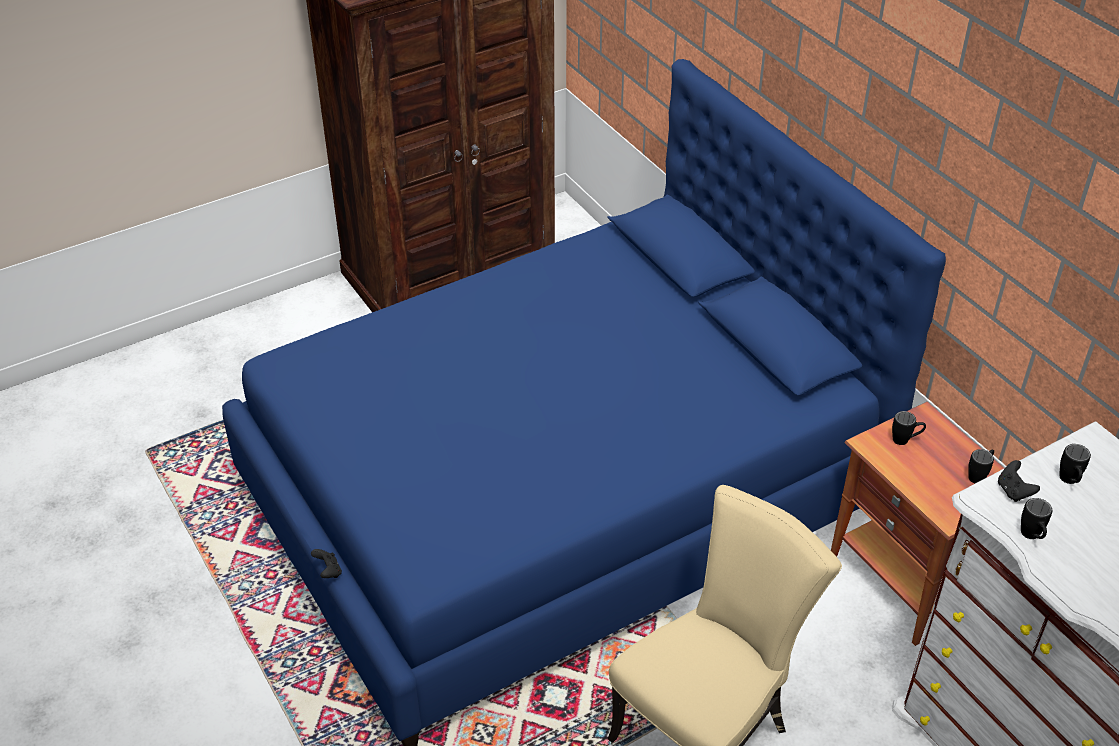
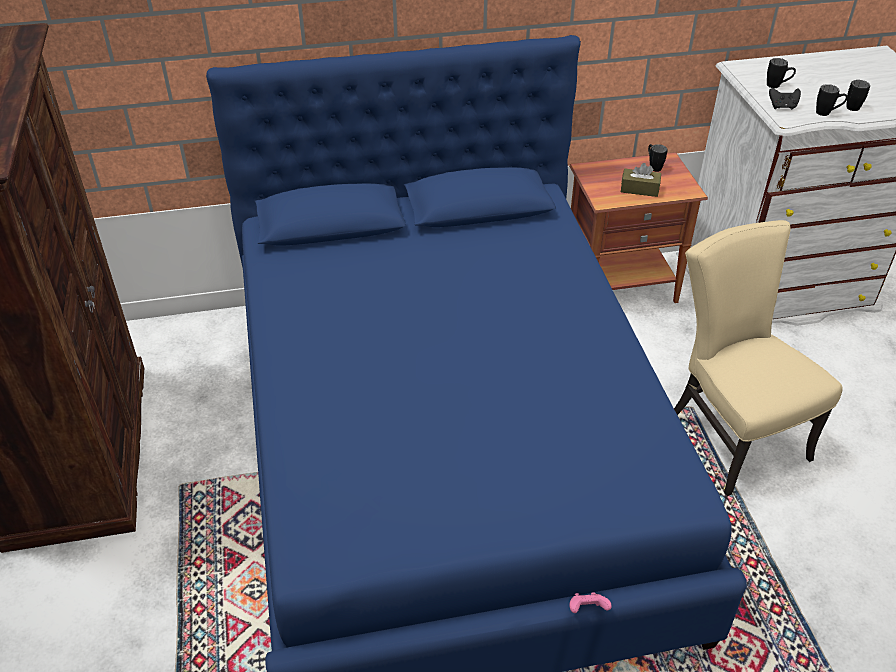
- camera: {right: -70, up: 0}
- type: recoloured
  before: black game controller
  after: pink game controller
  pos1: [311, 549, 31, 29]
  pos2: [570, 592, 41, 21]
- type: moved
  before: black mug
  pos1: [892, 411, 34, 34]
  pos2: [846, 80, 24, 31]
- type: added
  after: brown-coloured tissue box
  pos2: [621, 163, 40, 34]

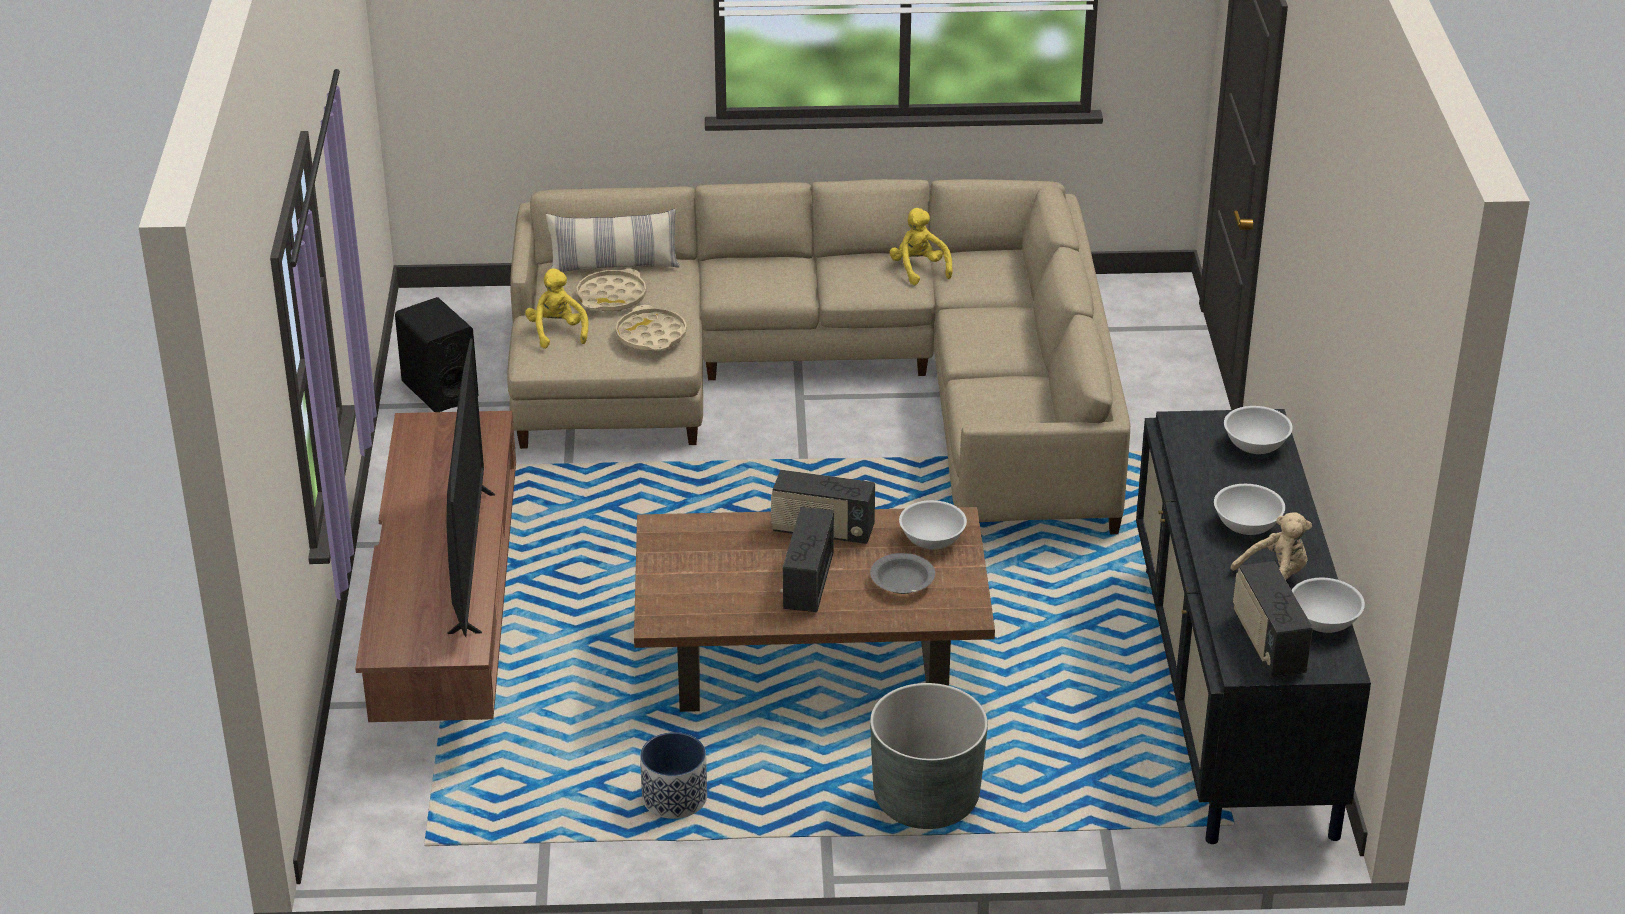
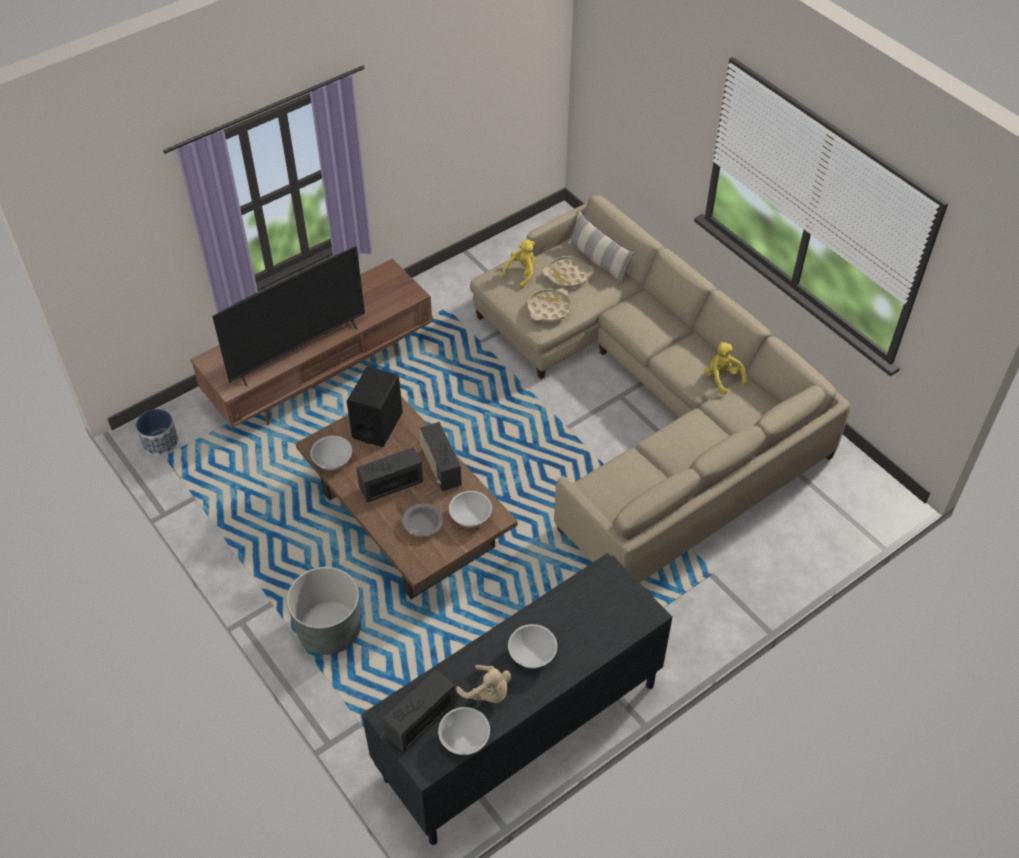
- camera: {right: 55, up: 15}
- type: moved
  before: black loudspeaker
  pos1: [395, 297, 83, 115]
  pos2: [347, 367, 56, 80]
- type: moved
  before: plant pot
  pos1: [640, 732, 67, 87]
  pos2: [136, 409, 42, 47]
- type: turned
  before: yellow cuddly toy
  pos1: [889, 208, 63, 77]
  pos2: [704, 342, 43, 53]
  turn: -60
- type: moved
  before: whitish bowl
  pos1: [1224, 406, 69, 48]
  pos2: [310, 436, 42, 34]

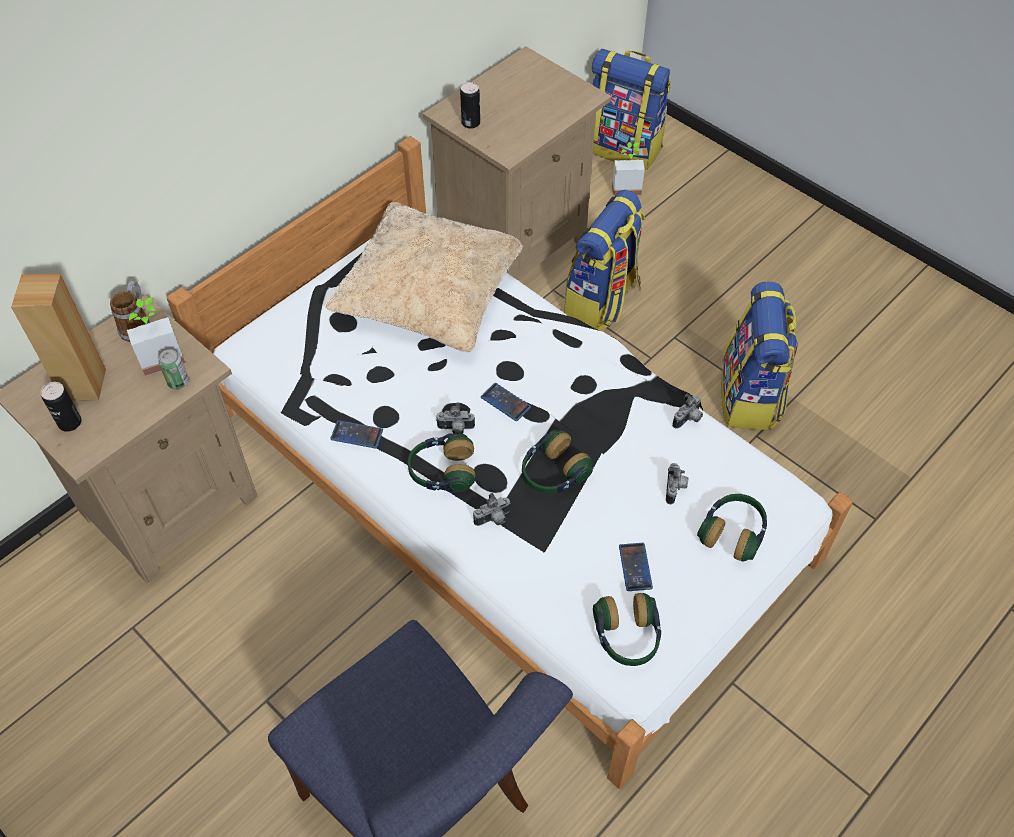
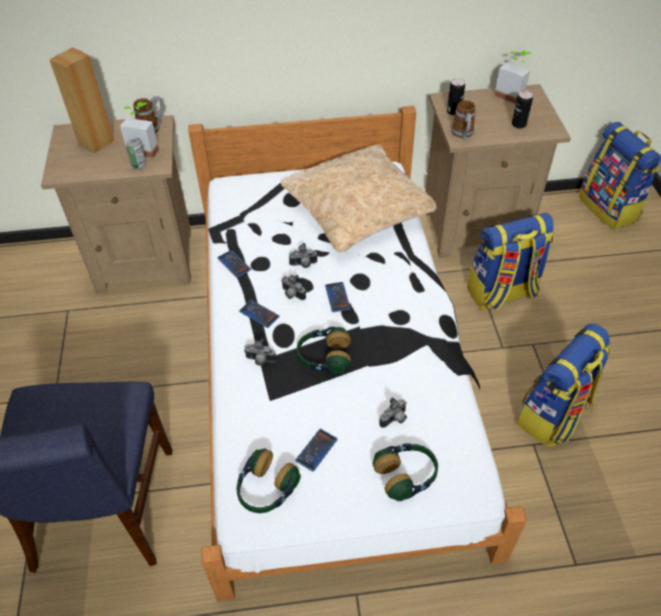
- camera: {right: 40, up: -5}
- type: moved
  before: sealed can
  pos1: [41, 382, 41, 50]
  pos2: [512, 90, 21, 38]
- type: replaced
  before: headphones
  after: phone
  pos1: [408, 433, 67, 60]
  pos2: [239, 300, 40, 28]
- type: moved
  before: potted plant
  pos1: [612, 142, 33, 54]
  pos2: [494, 51, 38, 53]
- type: moved
  before: still camera
  pos1: [672, 394, 31, 35]
  pos2: [289, 243, 28, 25]
- type: added
  after: mug
  pos2: [451, 100, 24, 40]

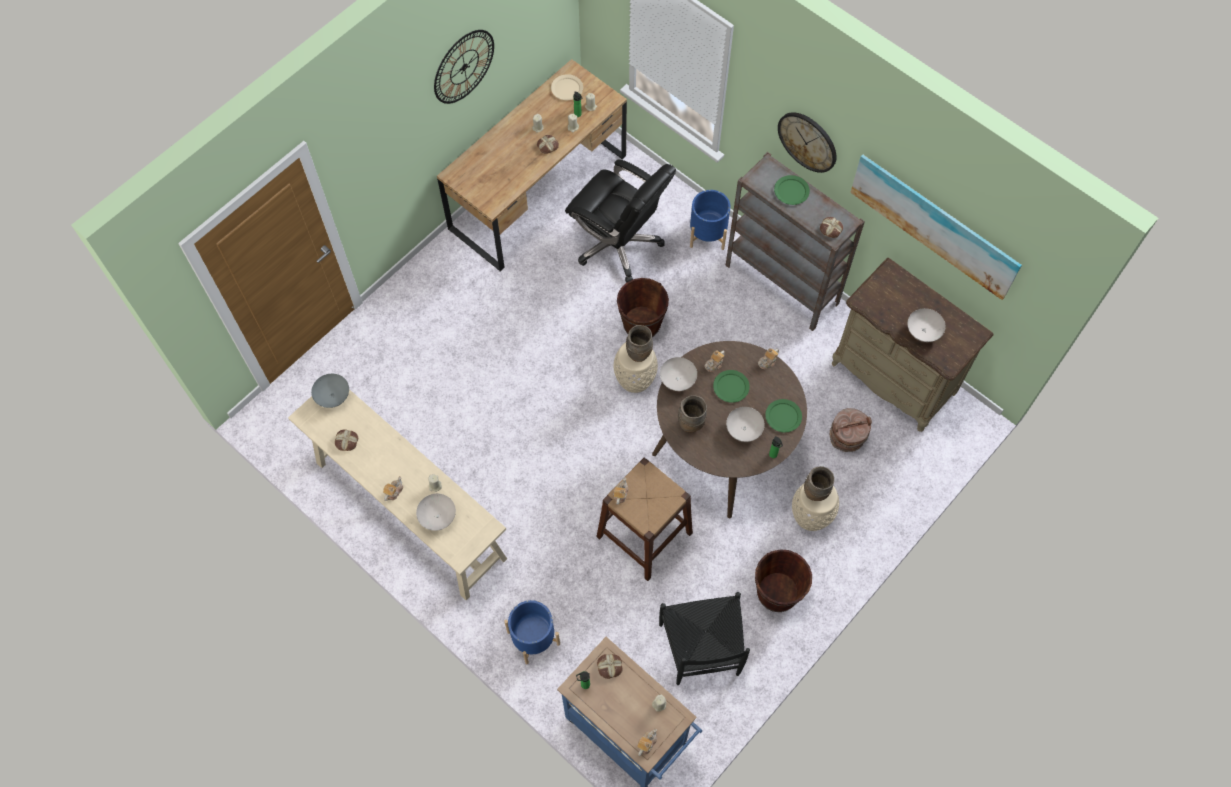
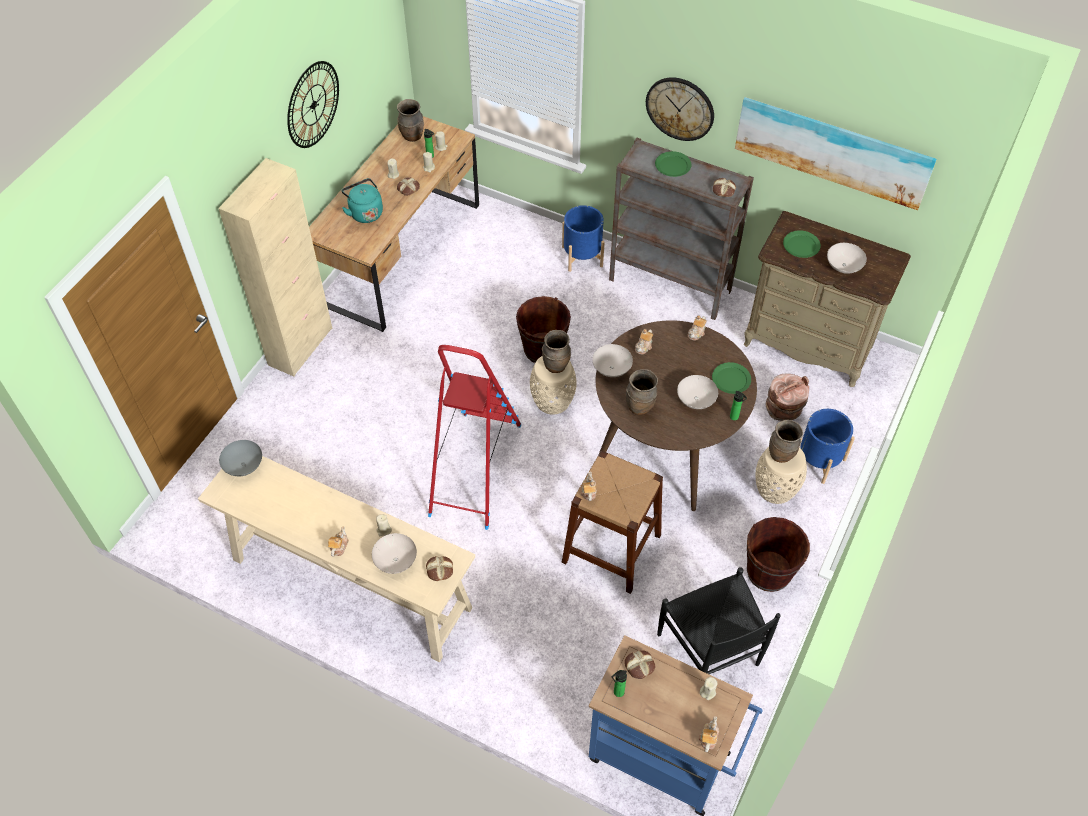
- camera: {right: -15, up: -10}
- type: moved
  before: baked bread
  pos1: [335, 429, 23, 22]
  pos2: [426, 556, 27, 25]
- type: moved
  before: blue-coloured plant pot
  pos1: [504, 600, 56, 64]
  pos2: [800, 409, 55, 75]
- type: replaced
  before: sand-coloured dinner plate
  after: brown-coloured flower vase
  pos1: [551, 74, 32, 26]
  pos2: [397, 99, 27, 43]
- type: removed
  before: black desk chair
  pos1: [565, 159, 111, 124]
- type: moved
  before: green-coloured dinner plate
  pos1: [713, 370, 37, 33]
  pos2: [783, 230, 38, 28]
- type: added
  after: sand-coloured storage cabinet
  pos2: [218, 158, 114, 219]
- type: added
  after: turquoise-coloured water kettle
  pos2: [341, 178, 42, 45]
- type: added
  after: red-coloured step ladder
  pos2: [428, 345, 93, 185]

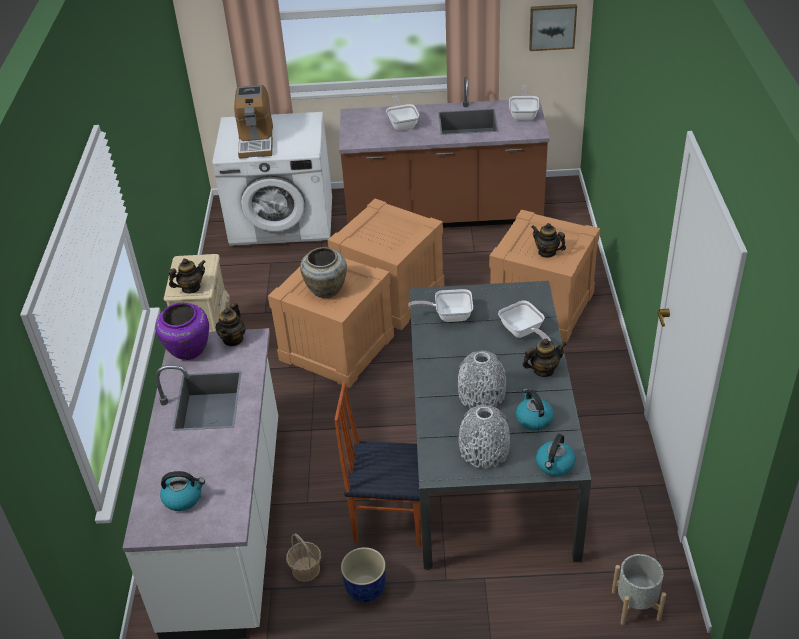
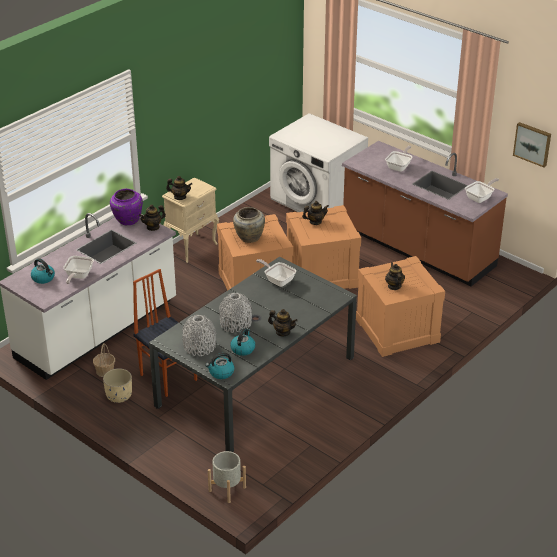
- camera: {right: 40, up: -5}
- type: removed
  before: coffee machine
  pos1: [234, 85, 39, 74]
- type: recoloured
  before: blue-coloured plant pot
  after: sand-coloured plant pot
  pos1: [341, 547, 45, 56]
  pos2: [103, 368, 29, 35]
- type: moved
  before: frying pan
  pos1: [498, 301, 53, 40]
  pos2: [63, 256, 31, 28]
- type: added
  after: tea pot
  pos2: [302, 201, 27, 24]

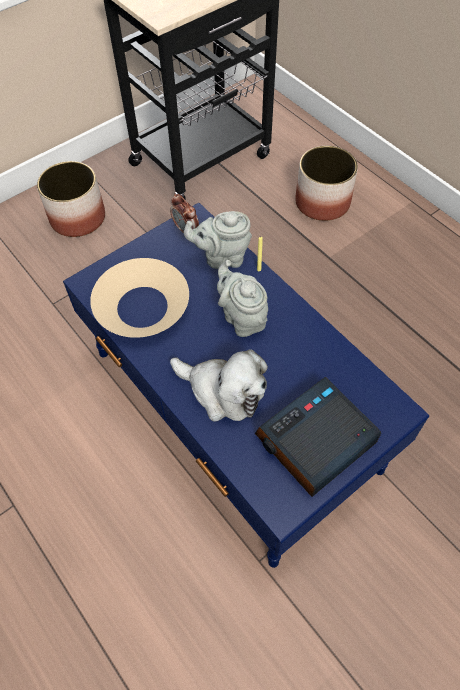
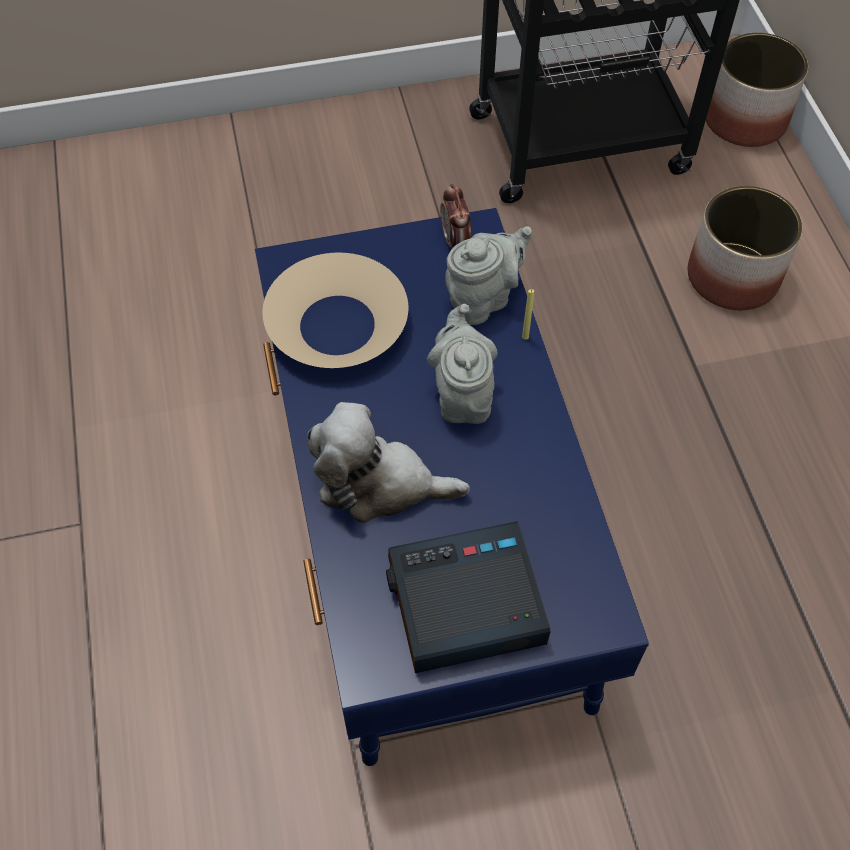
- camera: {right: 25, up: 0}
- type: moved
  before: plant pot
  pos1: [37, 161, 68, 76]
  pos2: [706, 33, 102, 114]
- type: turned
  before: cuddly toy
  pos1: [170, 349, 98, 73]
  pos2: [307, 402, 163, 121]
  turn: 135
- type: turned
  before: gray tea pot
  pos1: [184, 211, 68, 58]
  pos2: [445, 226, 87, 99]
  turn: 120

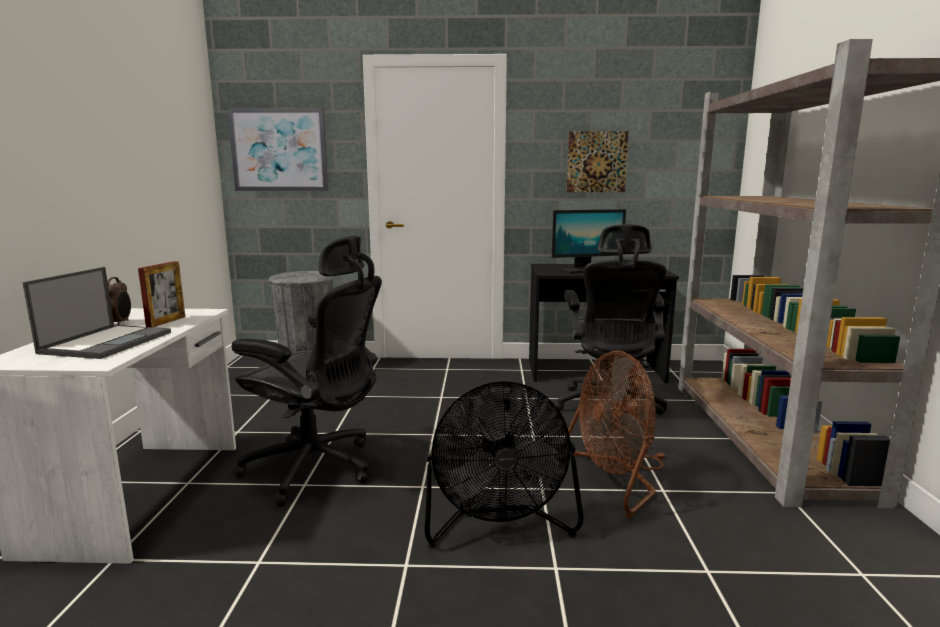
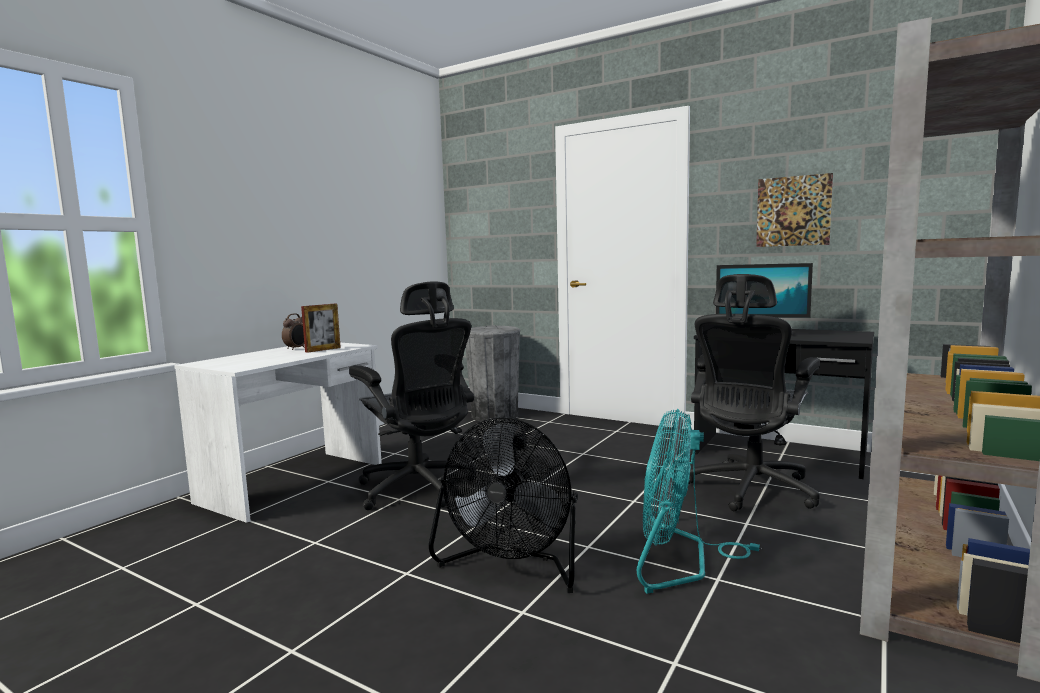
- camera: {right: 30, up: -5}
- type: removed
  before: portable computer
  pos1: [22, 267, 149, 92]
- type: removed
  before: picture
  pos1: [227, 107, 101, 84]
- type: recoloured
  before: brown-coloured electric fan
  after: turquoise-coloured electric fan
  pos1: [566, 350, 100, 168]
  pos2: [637, 409, 126, 185]

